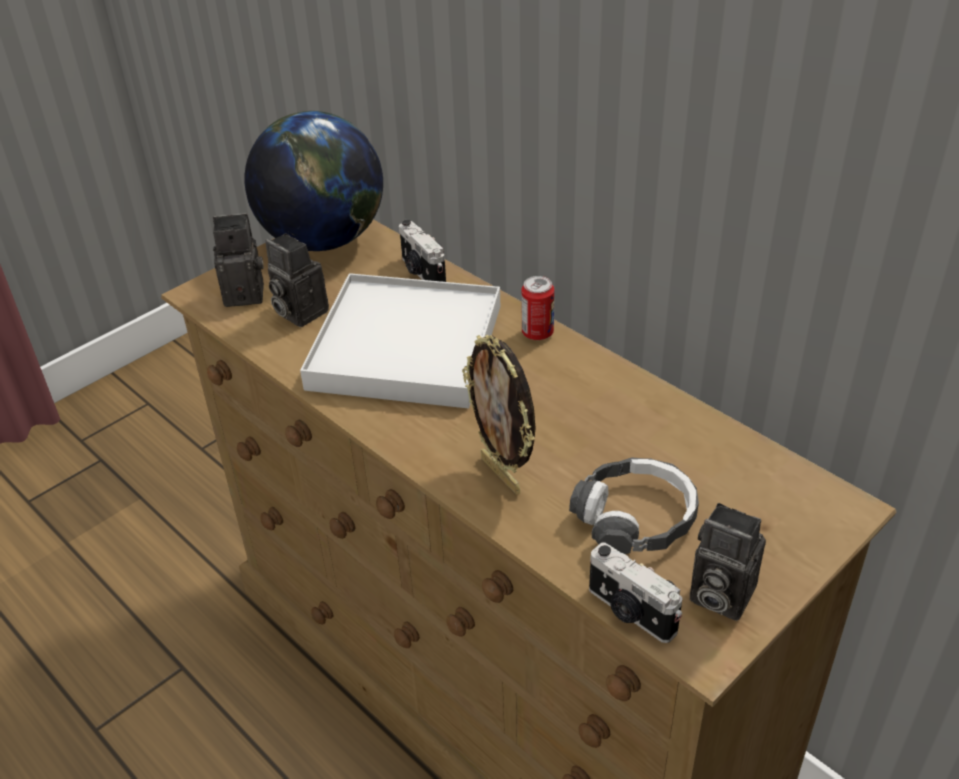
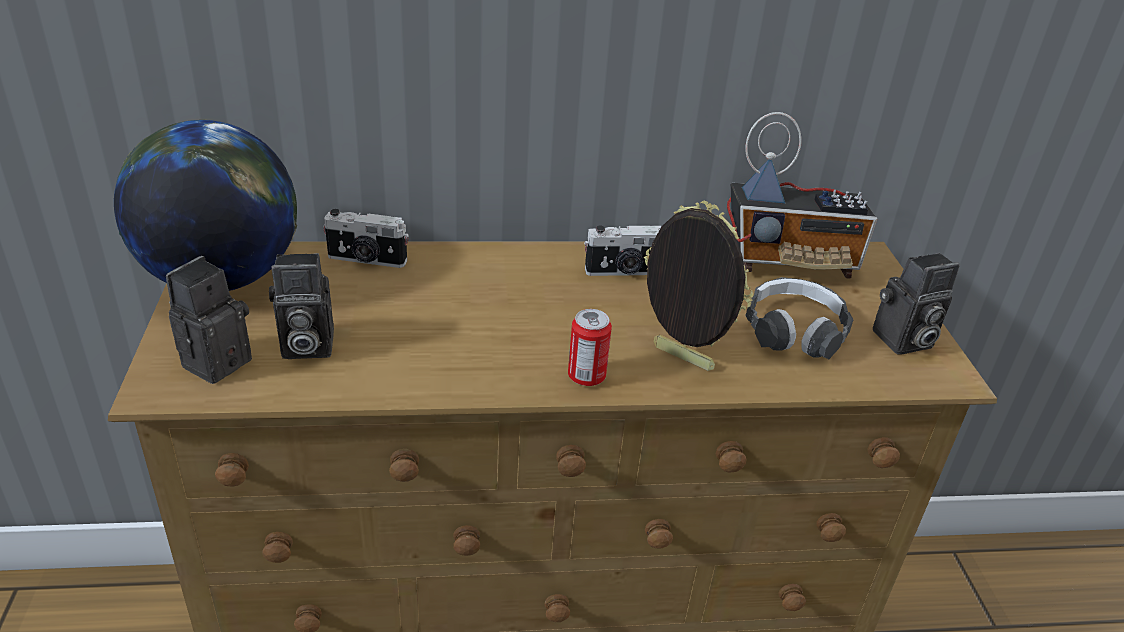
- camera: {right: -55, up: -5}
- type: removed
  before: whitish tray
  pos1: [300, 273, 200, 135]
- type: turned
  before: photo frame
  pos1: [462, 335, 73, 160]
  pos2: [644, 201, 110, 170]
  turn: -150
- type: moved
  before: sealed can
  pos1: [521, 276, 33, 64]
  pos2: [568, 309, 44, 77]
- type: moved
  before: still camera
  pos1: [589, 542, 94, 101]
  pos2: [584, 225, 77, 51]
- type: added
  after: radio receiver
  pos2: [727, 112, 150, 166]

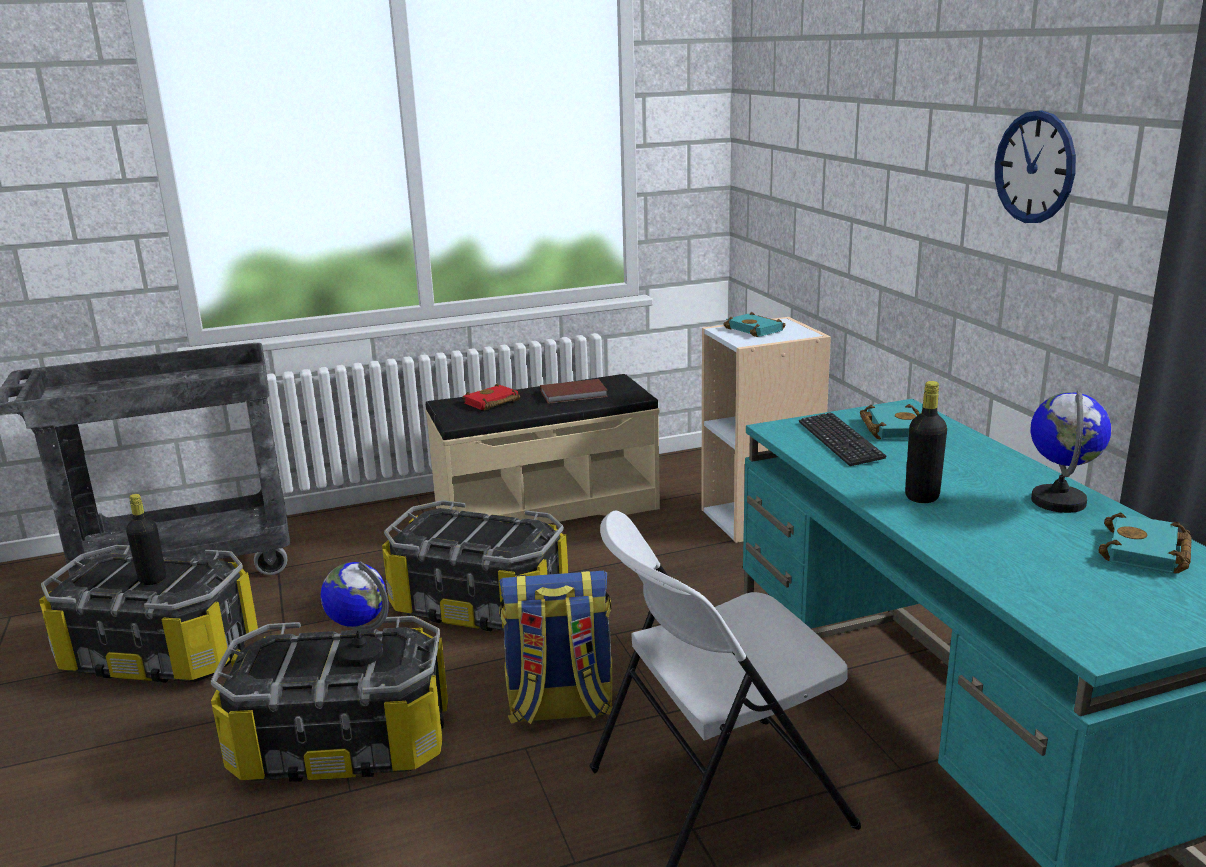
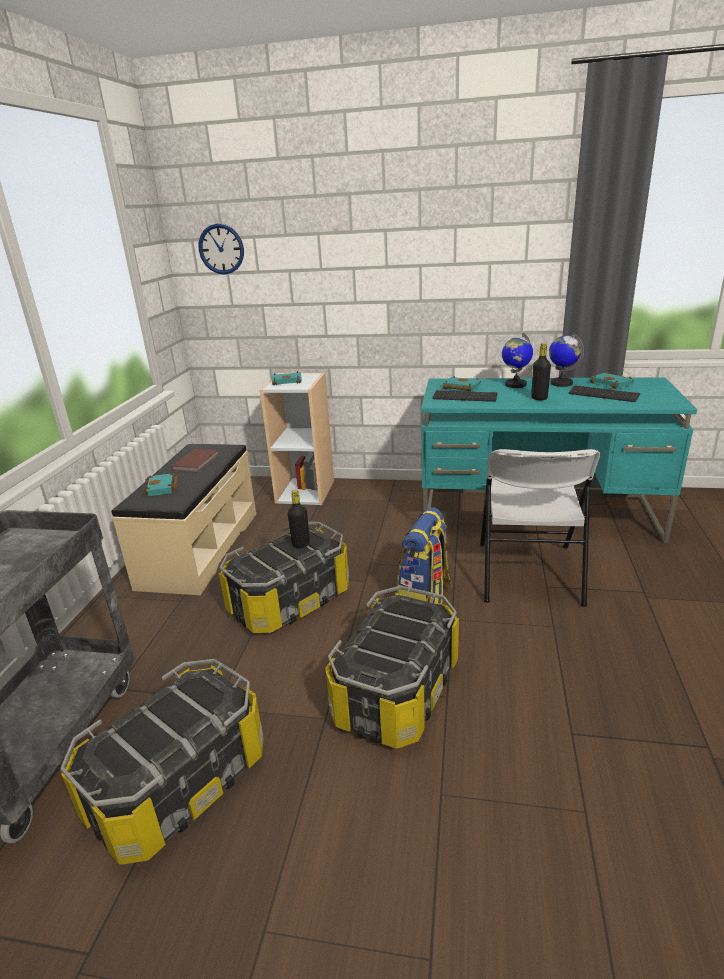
- camera: {right: -60, up: 5}
- type: moved
  before: black drink bottle
  pos1: [126, 494, 40, 91]
  pos2: [287, 490, 23, 58]
- type: moved
  before: desk globe
  pos1: [320, 561, 69, 106]
  pos2: [502, 333, 31, 55]
- type: recoloured
  before: red-coloured volume
  after: turquoise-coloured volume
  pos1: [462, 384, 58, 26]
  pos2: [142, 473, 36, 23]
- type: moved
  before: wall clock
  pos1: [995, 110, 81, 113]
  pos2: [199, 224, 45, 51]
- type: added
  after: PC keyboard
  pos2: [568, 385, 73, 17]

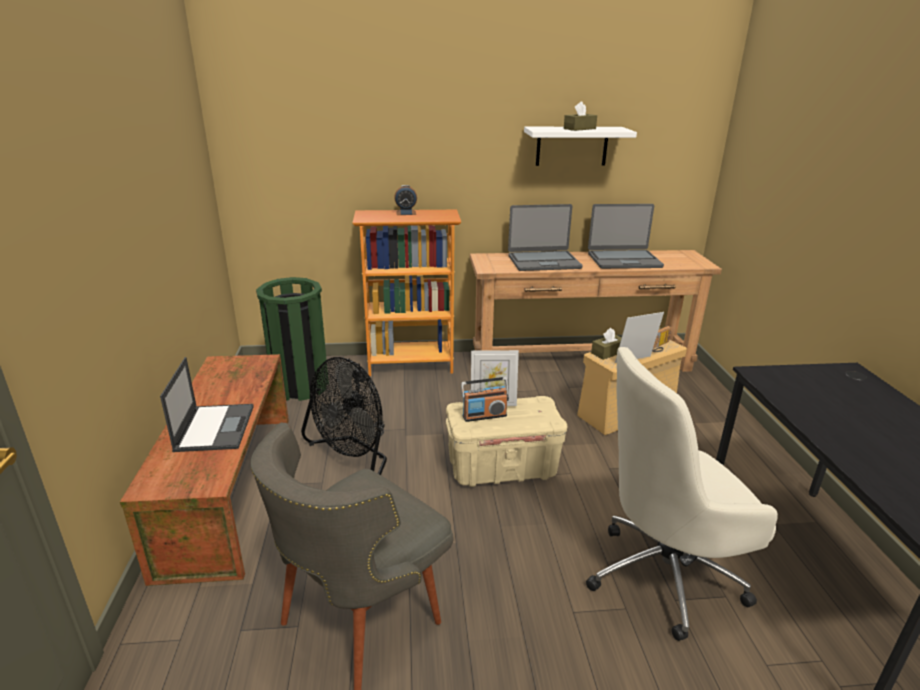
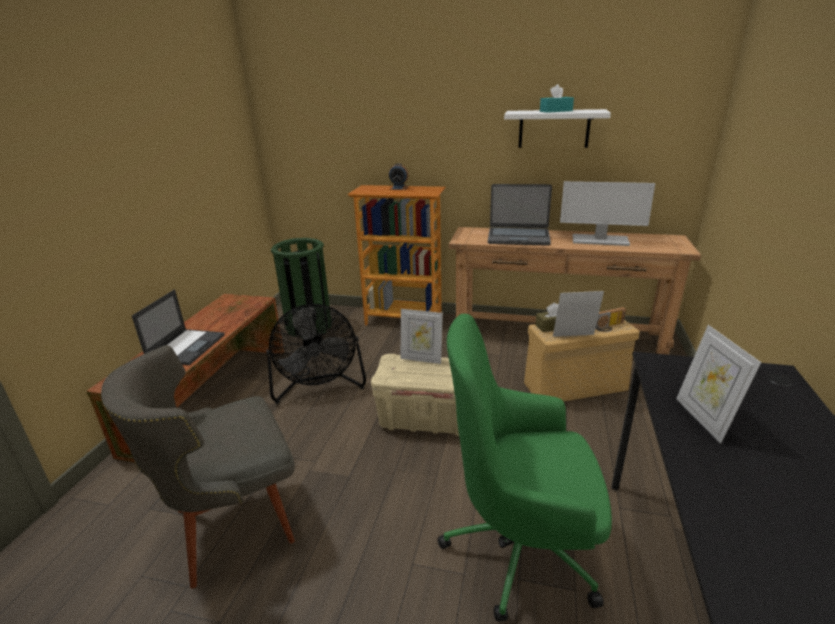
- camera: {right: 20, up: 0}
- type: turned
  before: black electric fan
  pos1: [301, 357, 86, 118]
  pos2: [266, 304, 100, 100]
  turn: -75
- type: removed
  before: radio receiver
  pos1: [461, 377, 48, 45]
- type: recoloured
  before: brown-coloured tissue box
  after: turquoise-coloured tissue box
  pos1: [564, 101, 33, 30]
  pos2: [540, 84, 34, 29]
- type: recoloured
  before: sand-coloured desk chair
  after: green-coloured desk chair
  pos1: [586, 347, 192, 294]
  pos2: [438, 314, 174, 308]
- type: replaced
  before: portable computer
  after: computer screen
  pos1: [588, 204, 76, 65]
  pos2: [560, 181, 95, 65]
- type: added
  after: photo frame
  pos2: [676, 325, 86, 119]

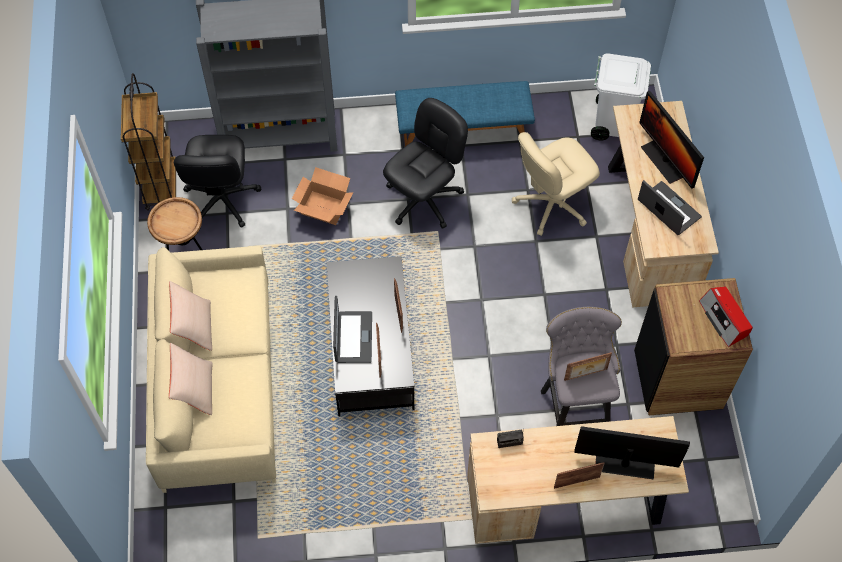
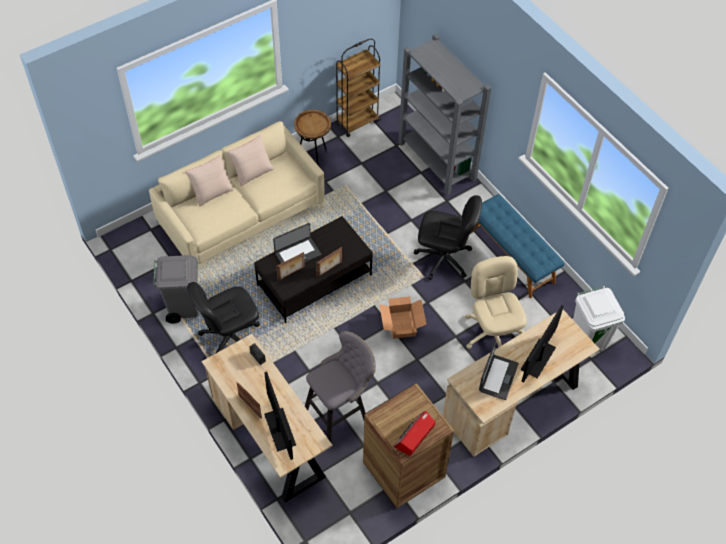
- camera: {right: 60, up: -5}
- type: moved
  before: black desk chair
  pos1: [174, 135, 87, 93]
  pos2: [187, 282, 73, 71]
- type: moved
  before: cardboard box
  pos1: [292, 167, 61, 58]
  pos2: [379, 296, 48, 43]
- type: turned
  before: sand-coloured desk chair
  pos1: [512, 132, 88, 104]
  pos2: [465, 256, 62, 93]
  turn: 45
- type: removed
  before: photo frame
  pos1: [564, 352, 48, 29]
- type: added
  after: gray trash can
  pos2: [153, 255, 45, 69]

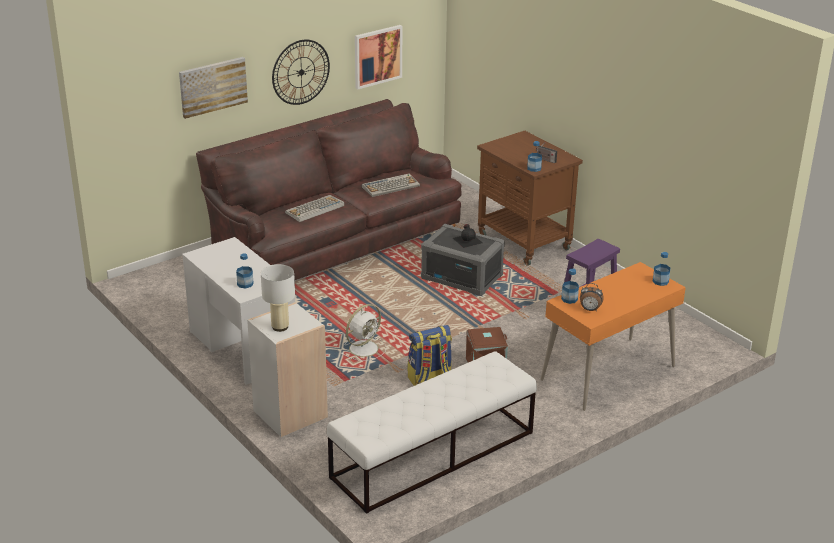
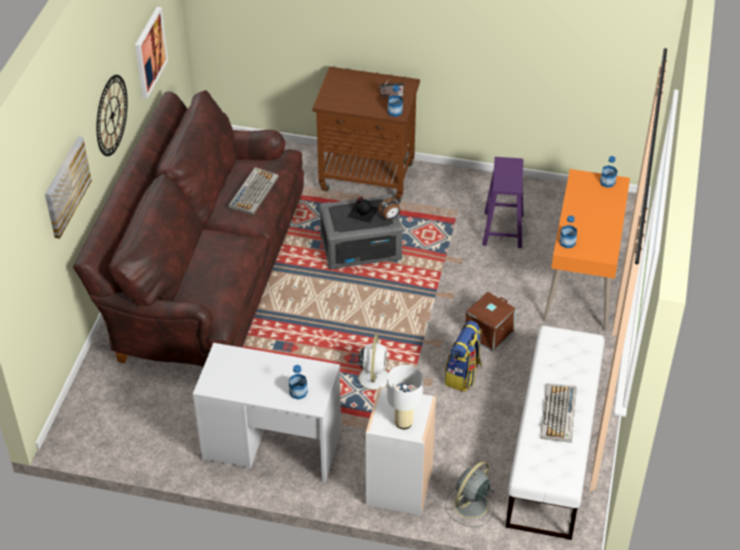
- camera: {right: -40, up: 15}
- type: moved
  before: PC keyboard
  pos1: [285, 195, 59, 27]
  pos2: [540, 383, 37, 60]
- type: moved
  before: bedside clock
  pos1: [580, 283, 24, 28]
  pos2: [378, 196, 22, 24]
- type: added
  after: gray electric fan
  pos2: [445, 461, 49, 66]

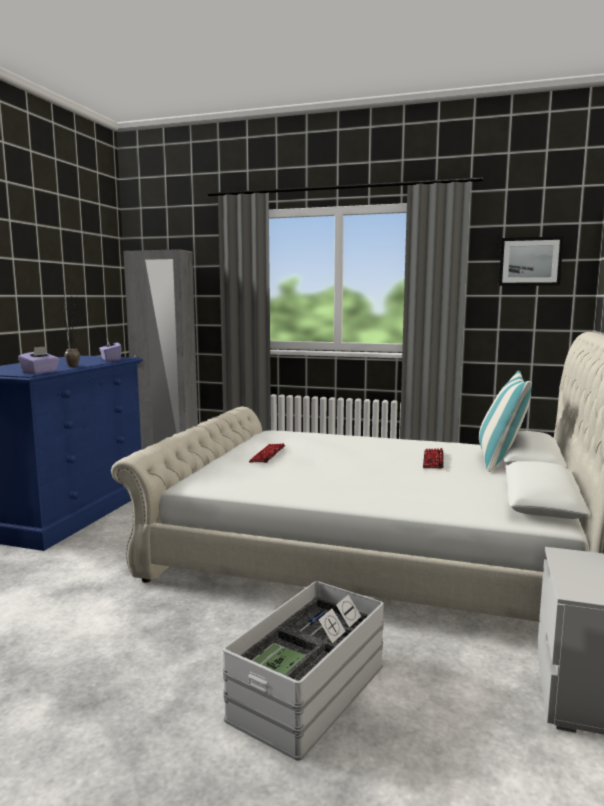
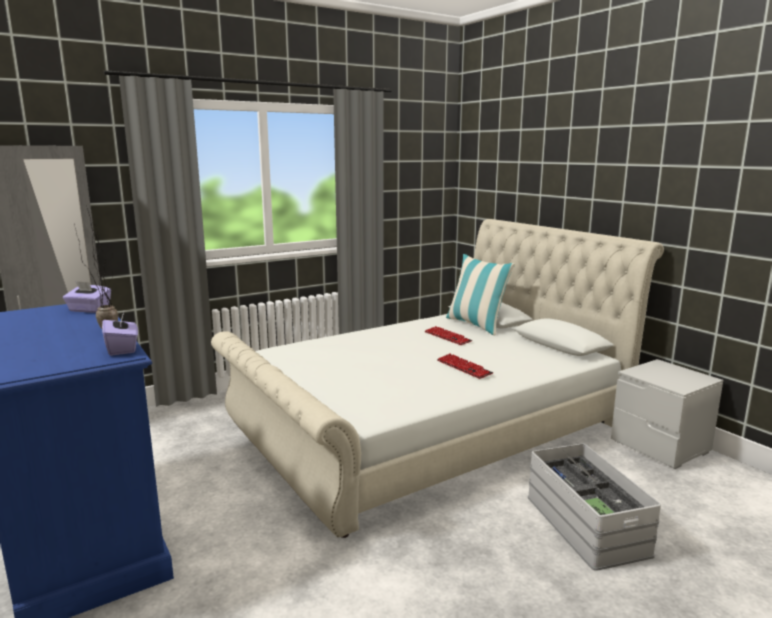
- camera: {right: -50, up: 5}
- type: moved
  before: PC keyboard
  pos1: [249, 443, 36, 20]
  pos2: [437, 354, 56, 25]
- type: removed
  before: picture
  pos1: [499, 236, 65, 50]

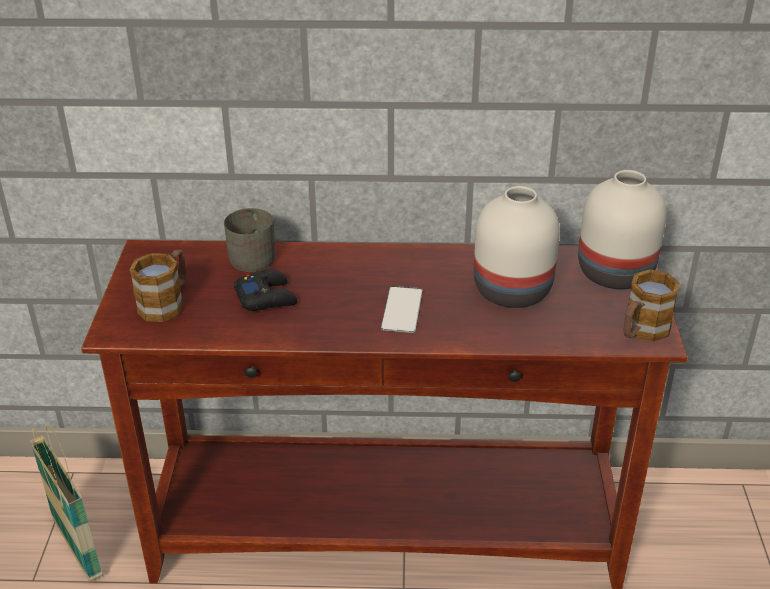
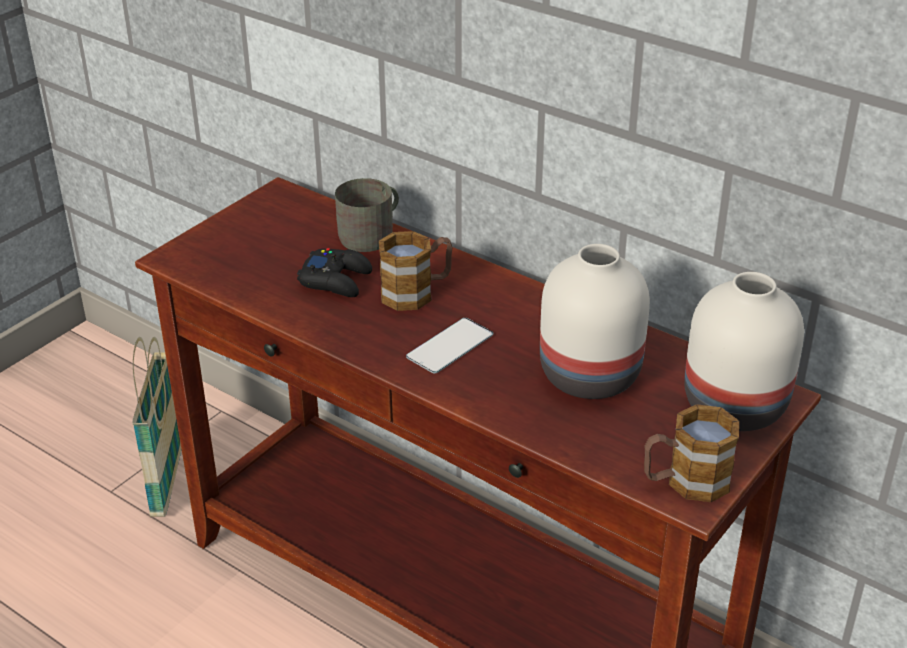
- camera: {right: 35, up: 0}
- type: moved
  before: mug
  pos1: [129, 250, 57, 72]
  pos2: [379, 231, 74, 80]

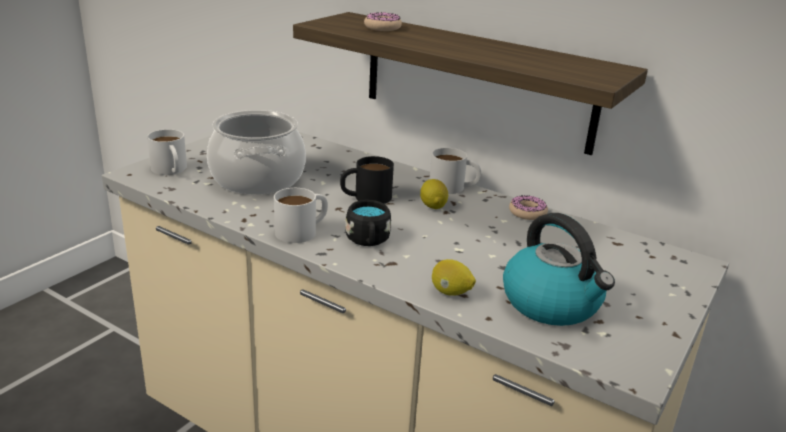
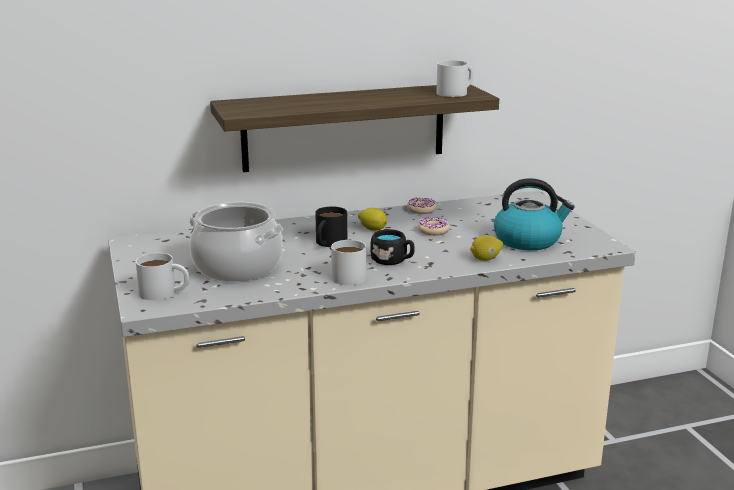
- camera: {right: -50, up: -5}
- type: moved
  before: doughnut
  pos1: [364, 12, 38, 19]
  pos2: [418, 217, 32, 19]
- type: moved
  before: whitish mug
  pos1: [430, 148, 51, 46]
  pos2: [436, 60, 37, 37]

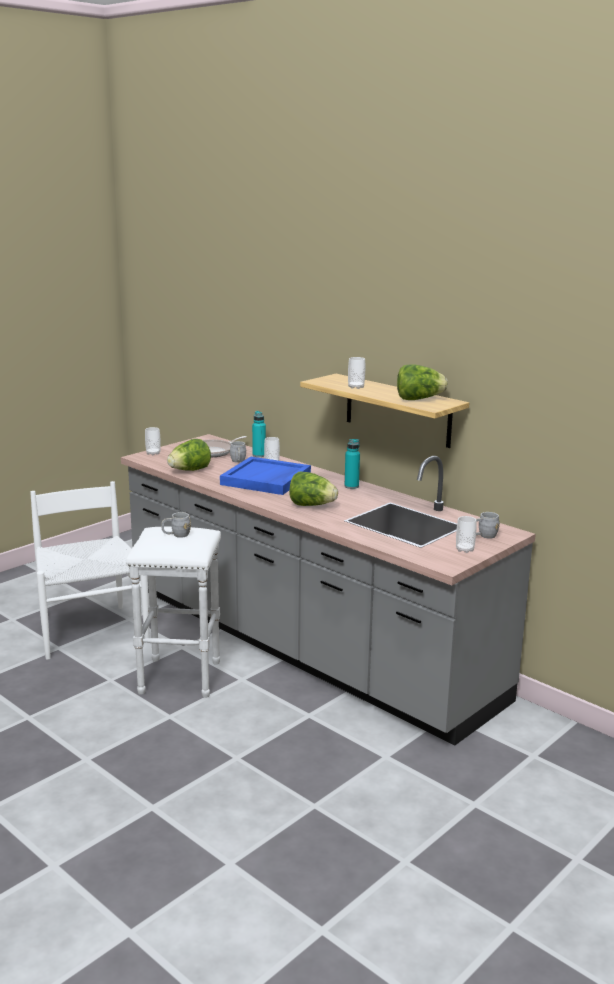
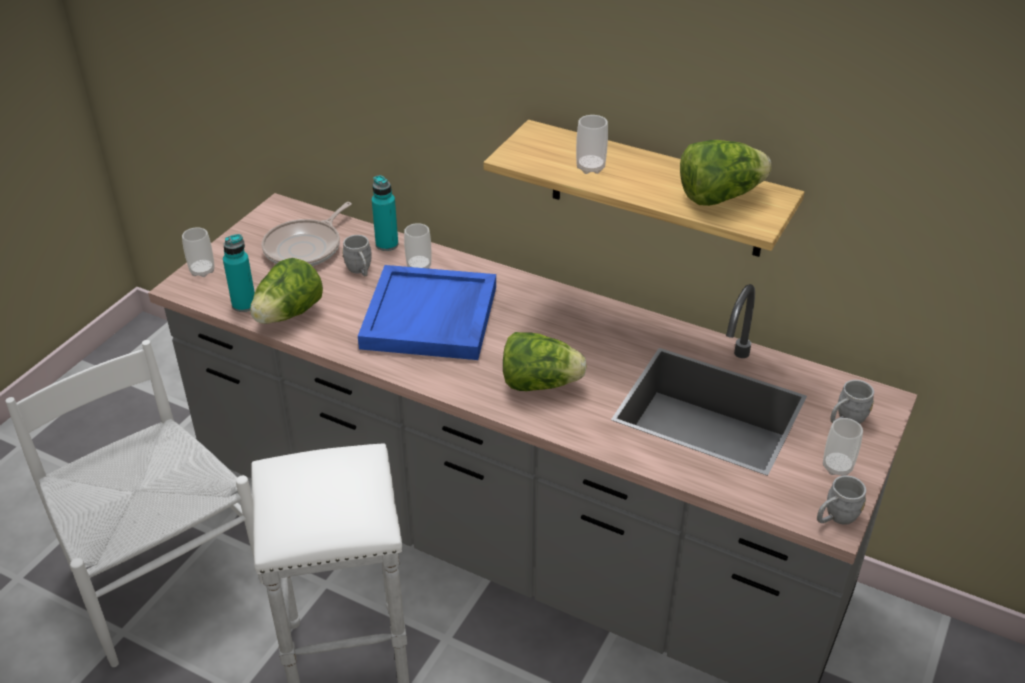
- camera: {right: -15, up: 20}
- type: moved
  before: gray mug
  pos1: [161, 512, 30, 26]
  pos2: [817, 475, 49, 50]
- type: moved
  before: turquoise-coloured drink bottle
  pos1: [344, 439, 16, 50]
  pos2: [223, 234, 32, 78]

